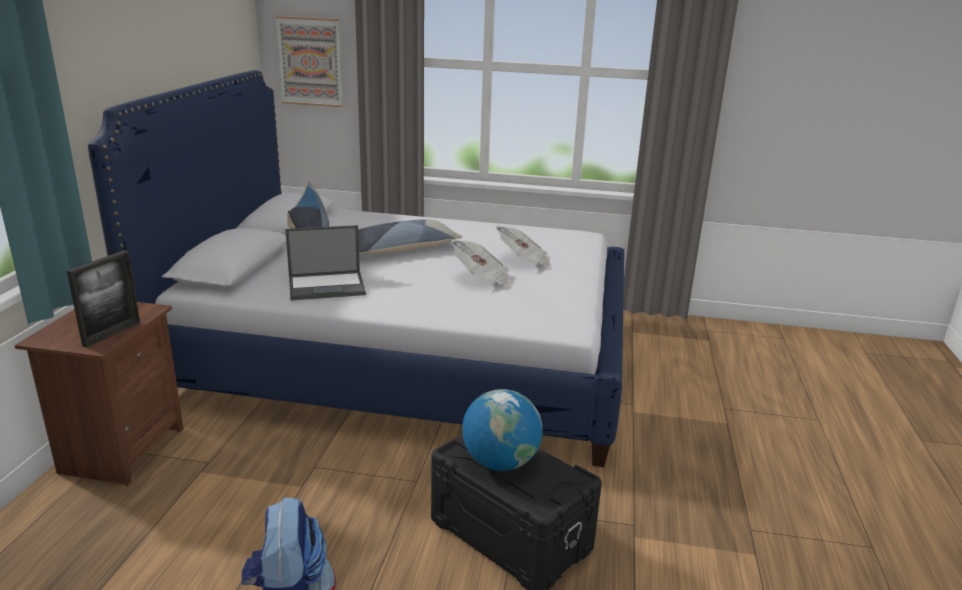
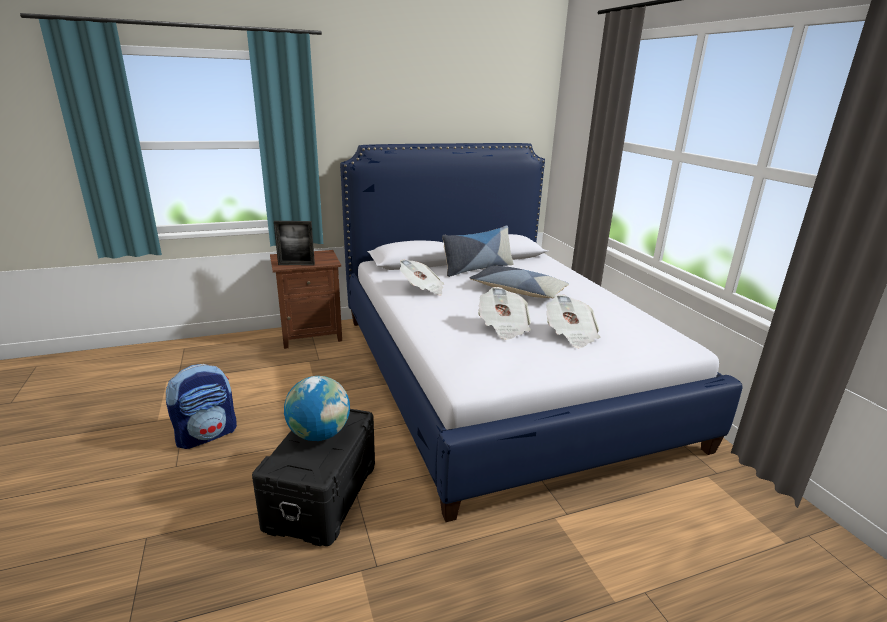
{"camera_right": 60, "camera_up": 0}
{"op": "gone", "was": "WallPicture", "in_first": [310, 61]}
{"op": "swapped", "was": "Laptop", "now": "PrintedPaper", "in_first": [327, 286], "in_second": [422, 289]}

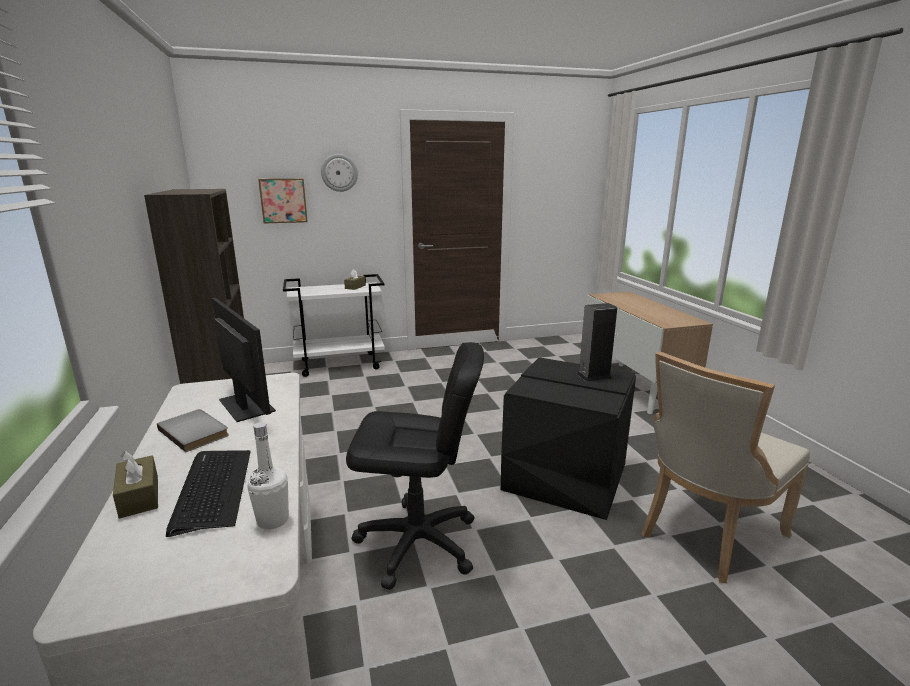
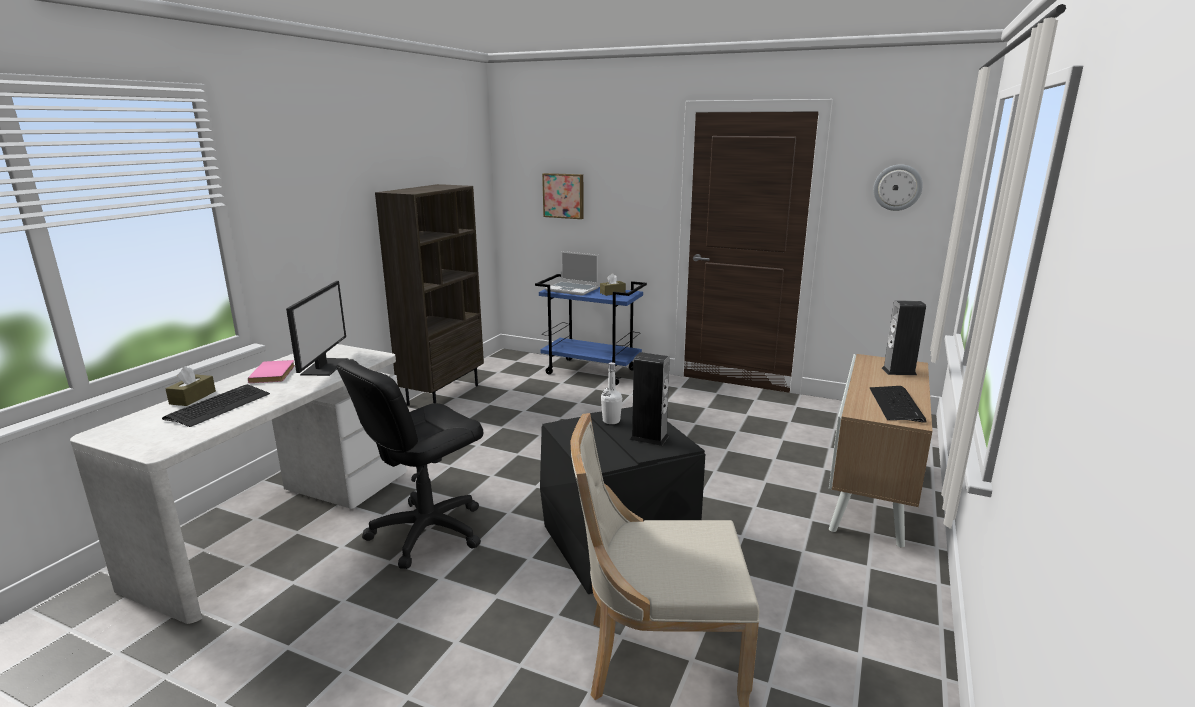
{"camera_right": 40, "camera_up": 0}
{"op": "new", "now": "Laptop", "in_second": [573, 289]}
{"op": "new", "now": "Keyboard", "in_second": [896, 405]}
{"op": "new", "now": "AudioSpeaker", "in_second": [899, 371]}
{"op": "shifted", "was": "WhiteDrinkBottle", "in_first": [273, 520], "in_second": [611, 421]}
{"op": "shifted", "was": "HangingClock", "in_first": [339, 172], "in_second": [897, 187]}
{"op": "repainted", "was": "GrayBook", "now": "PinkColouredBook", "in_first": [196, 431], "in_second": [274, 373]}
{"op": "repainted", "was": "WhiteCart", "now": "BluishCart", "in_first": [340, 364], "in_second": [592, 372]}
{"op": "rotated", "was": "BlackComputerChair", "in_first": [417, 543], "in_second": [427, 531], "clockwise": 90}

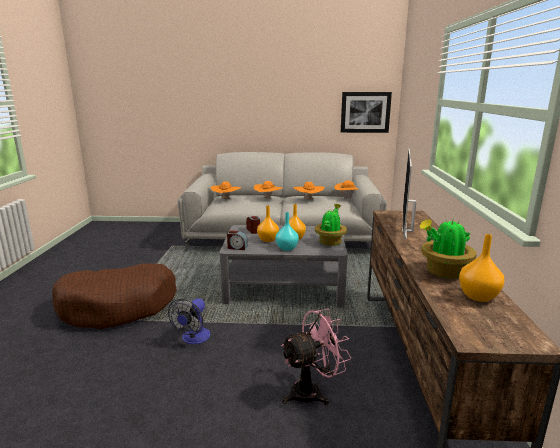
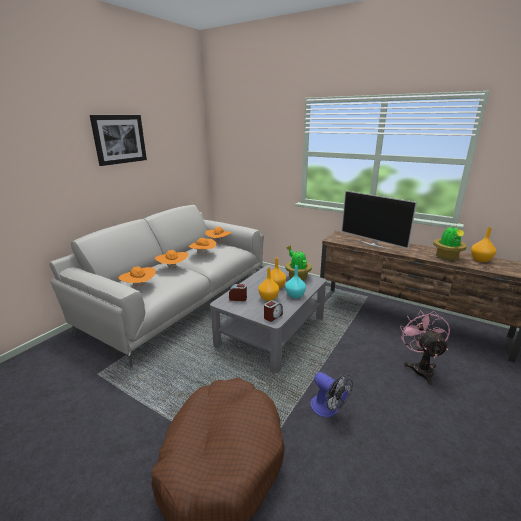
{"camera_right": -60, "camera_up": 5}
{"op": "shifted", "was": "WallPicture", "in_first": [365, 112], "in_second": [119, 139]}

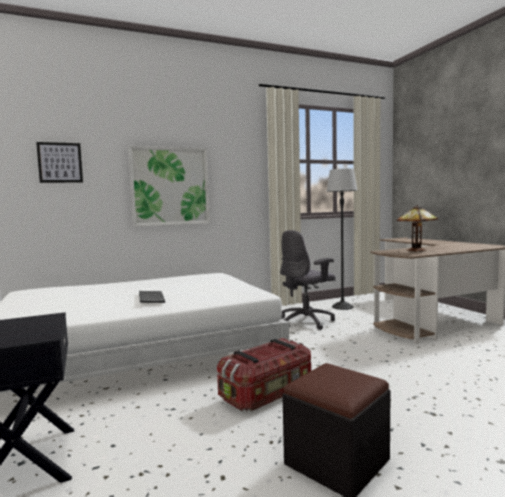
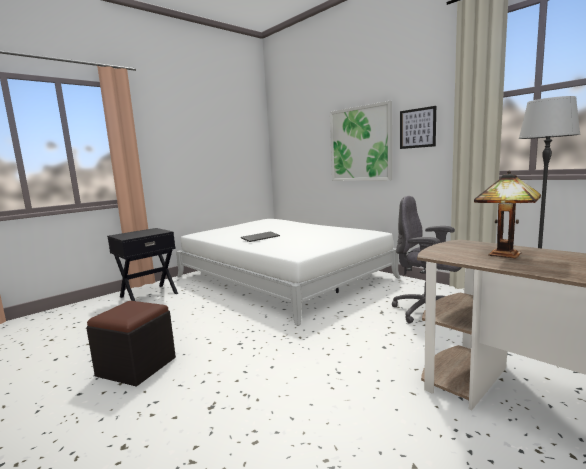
{"camera_right": 70, "camera_up": 5}
{"op": "gone", "was": "StorageContainer", "in_first": [268, 393]}
{"op": "shifted", "was": "WallPicture", "in_first": [60, 162], "in_second": [417, 128]}

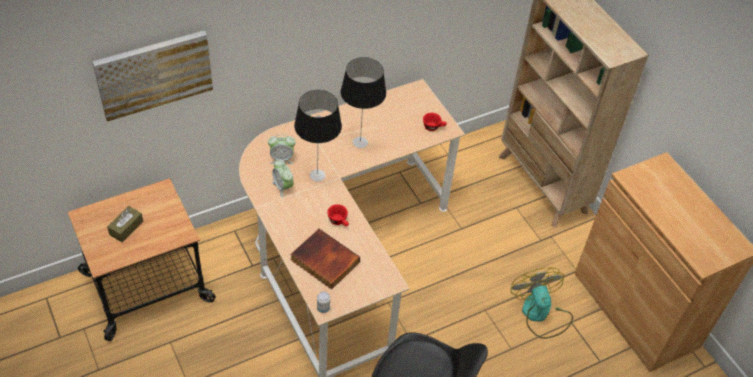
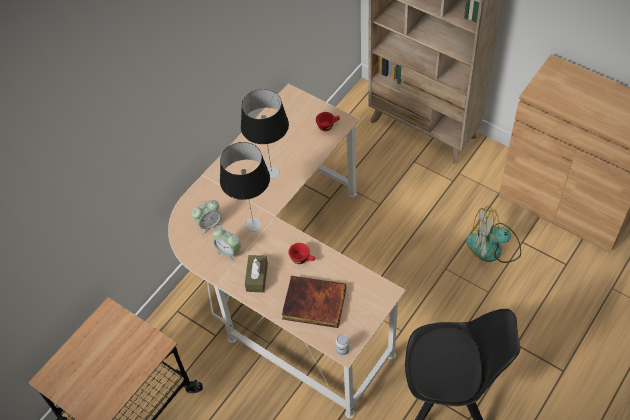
{"camera_right": -20, "camera_up": 5}
{"op": "gone", "was": "WallPicture", "in_first": [154, 73]}
{"op": "shifted", "was": "BrownBoxOfTissues", "in_first": [126, 228], "in_second": [257, 277]}
{"op": "rotated", "was": "ElectricFan", "in_first": [540, 314], "in_second": [493, 248], "clockwise": -45}

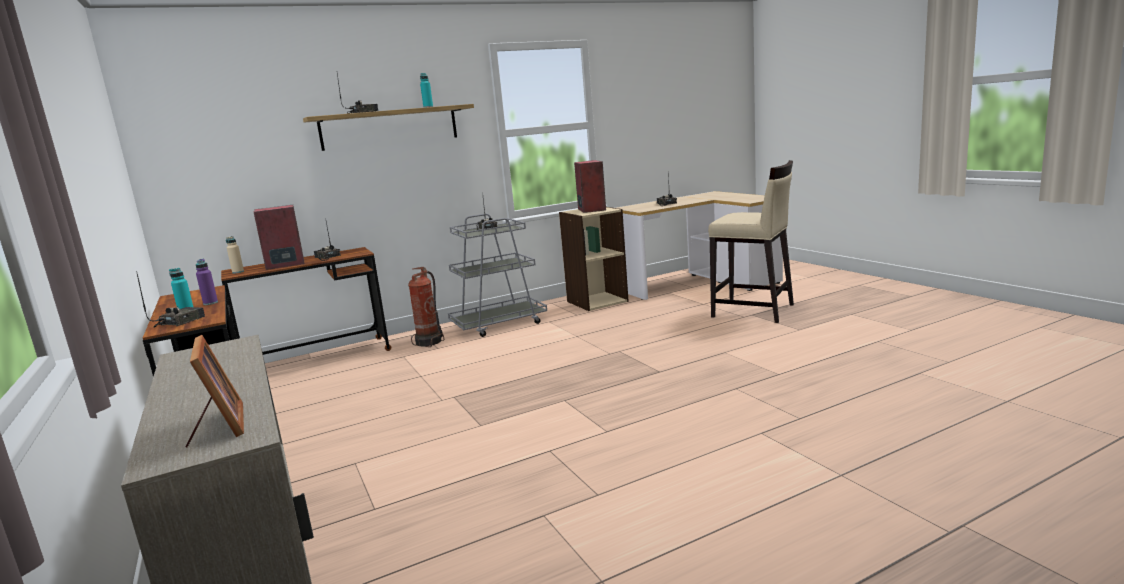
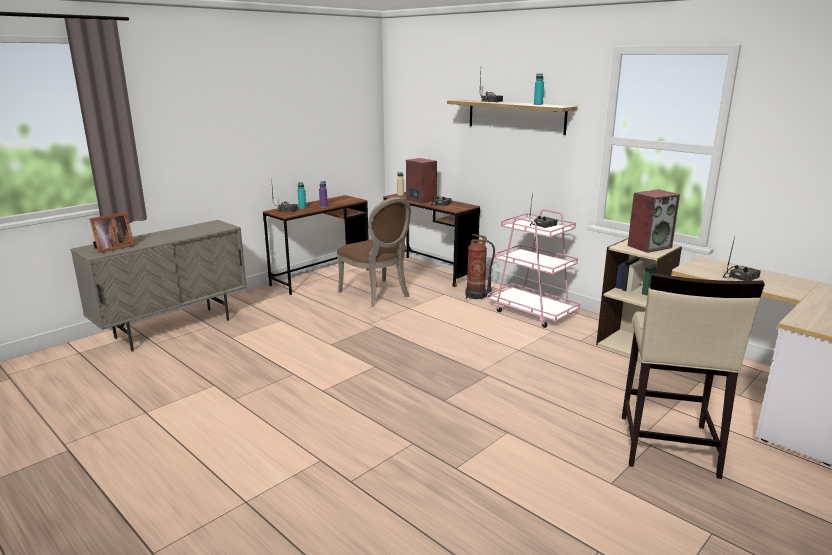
{"camera_right": 70, "camera_up": 5}
{"op": "new", "now": "BrownChair", "in_second": [377, 294]}
{"op": "repainted", "was": "GrayCart", "now": "PinkColouredCart", "in_first": [499, 324], "in_second": [532, 312]}

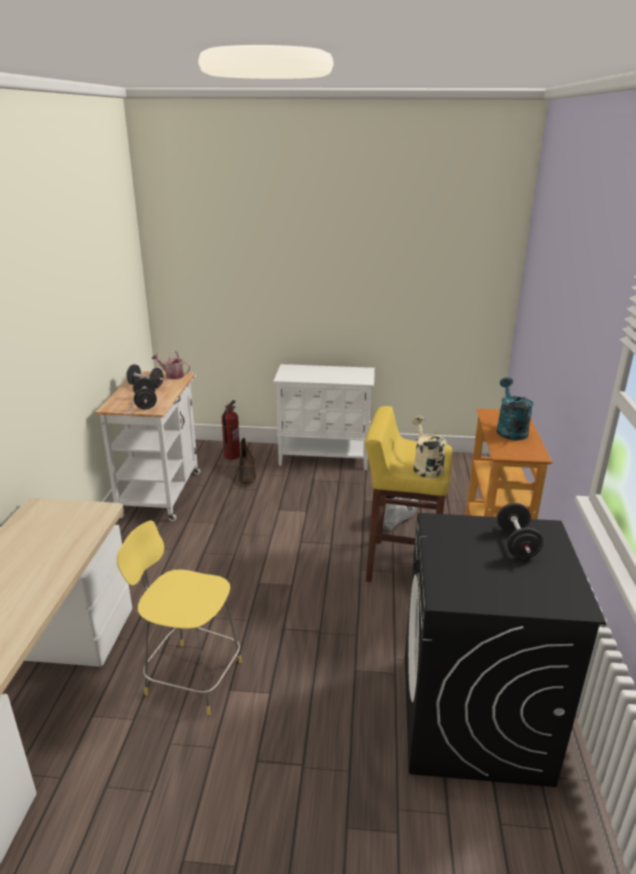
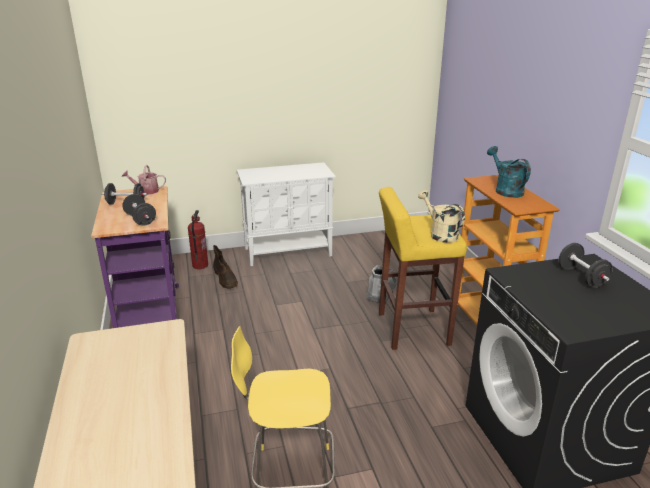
{"camera_right": -20, "camera_up": 0}
{"op": "repainted", "was": "WhiteCart", "now": "PurpleColouredCart", "in_first": [162, 490], "in_second": [149, 310]}

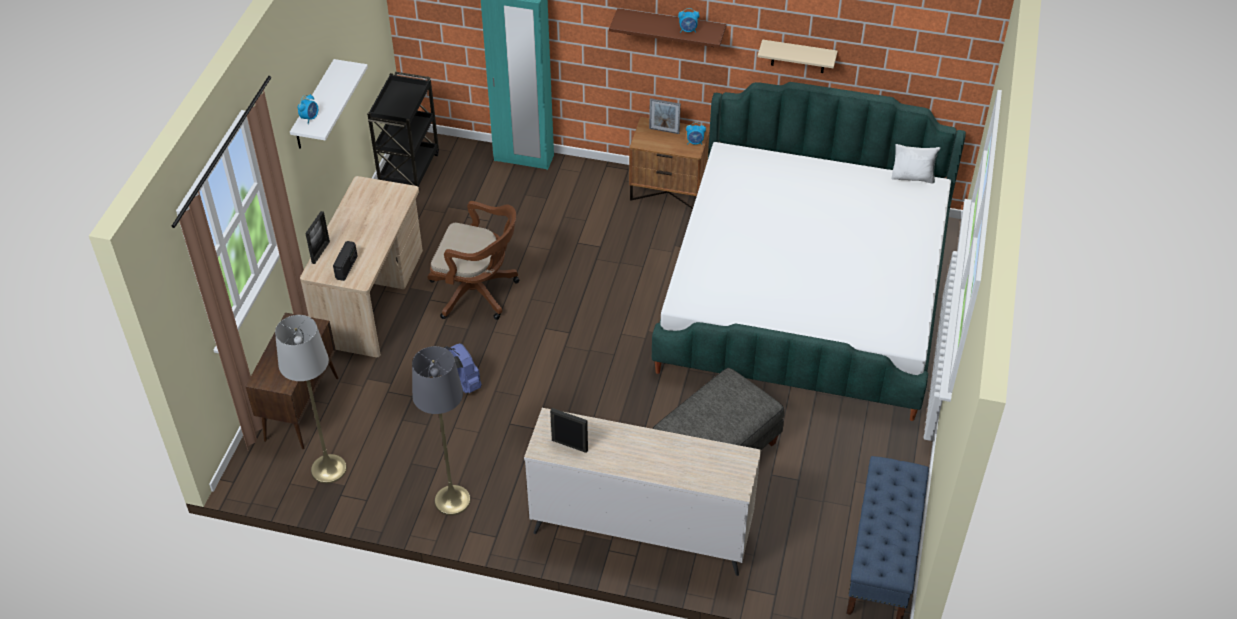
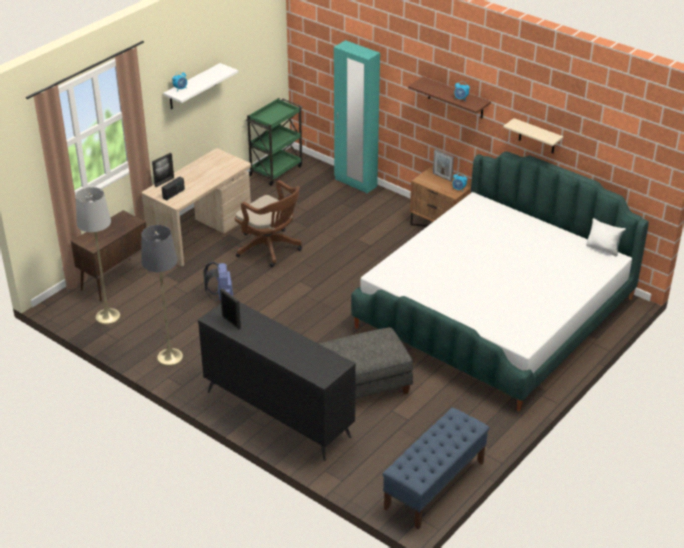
{"camera_right": 25, "camera_up": -10}
{"op": "repainted", "was": "BlackCart", "now": "GreenColouredCart", "in_first": [409, 170], "in_second": [276, 170]}
{"op": "repainted", "was": "BeigeColouredDrawerChest", "now": "BlackDrawerChest", "in_first": [640, 530], "in_second": [277, 413]}

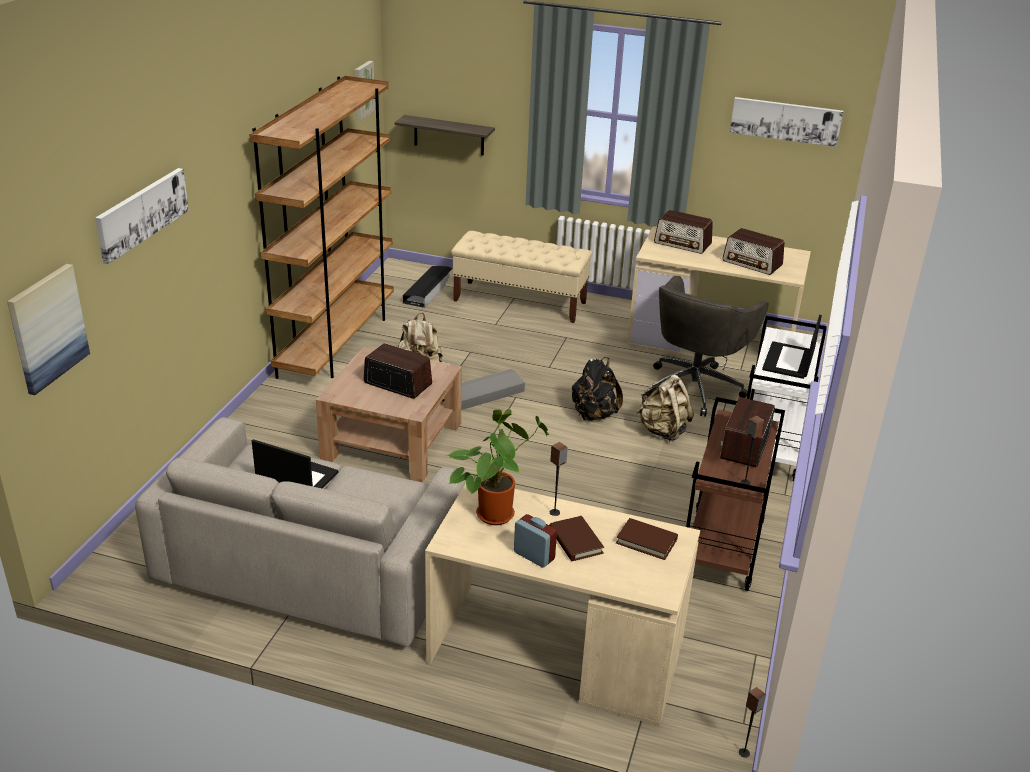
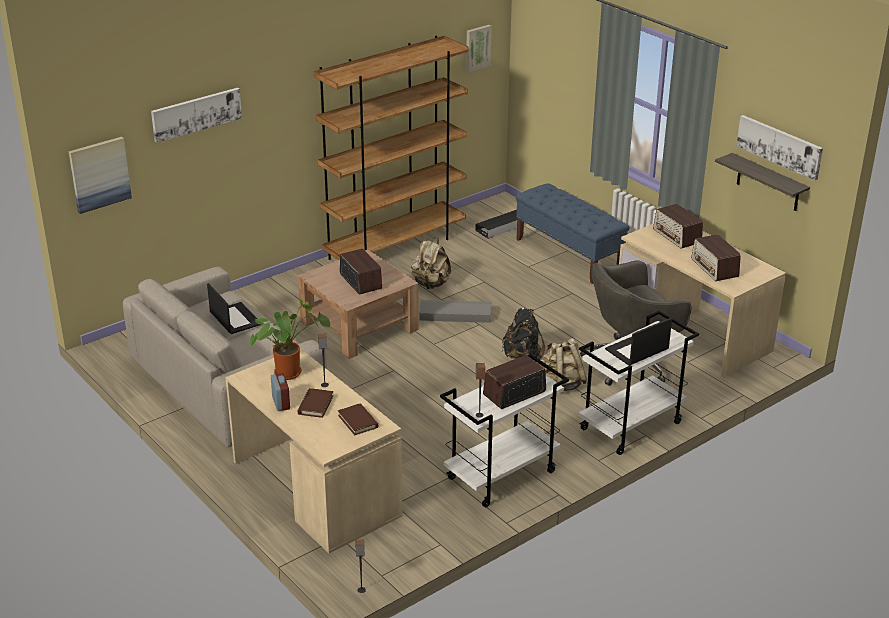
{"camera_right": 35, "camera_up": 0}
{"op": "shifted", "was": "Shelf", "in_first": [449, 135], "in_second": [768, 183]}
{"op": "repainted", "was": "BeigeColouredBench", "now": "BluishBench", "in_first": [520, 301], "in_second": [569, 255]}
{"op": "repainted", "was": "BrownCart", "now": "WhiteCart", "in_first": [722, 549], "in_second": [501, 476]}

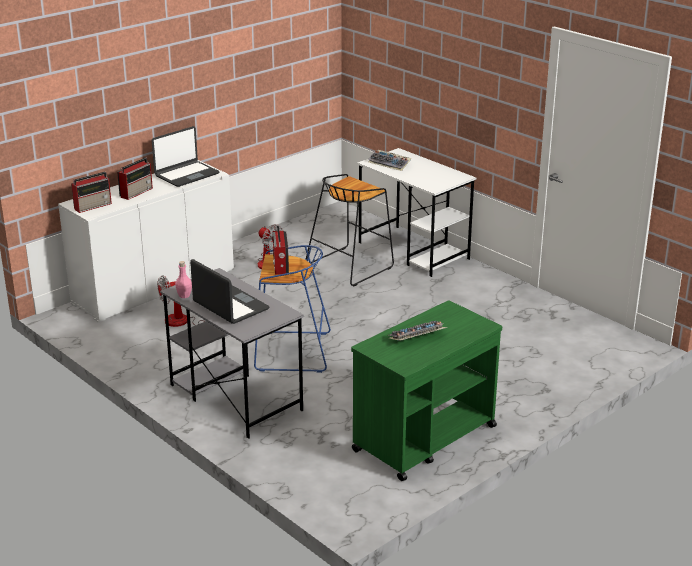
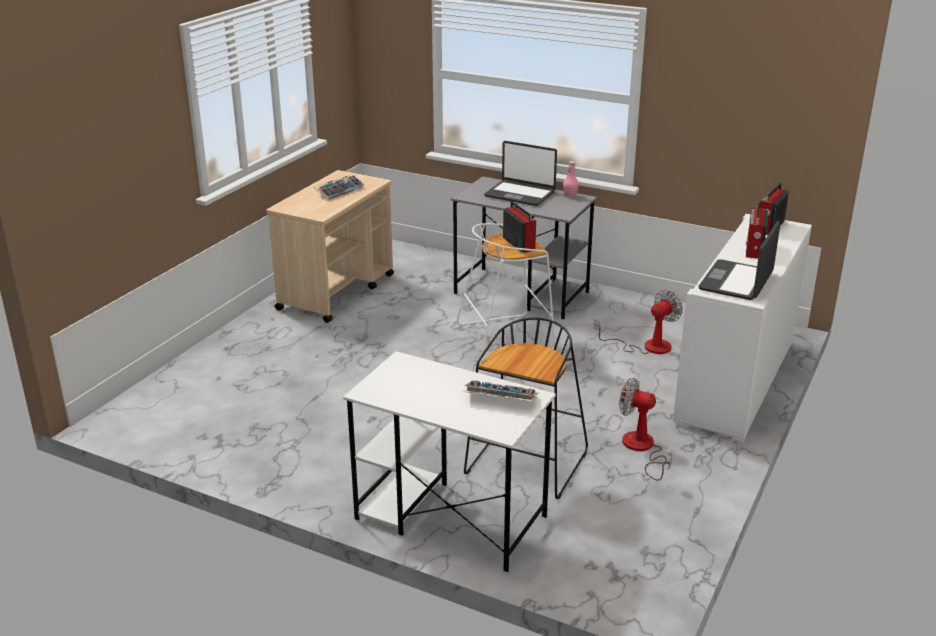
{"camera_right": 160, "camera_up": 0}
{"op": "repainted", "was": "BluishStool", "now": "WhiteStool", "in_first": [291, 352], "in_second": [506, 338]}
{"op": "repainted", "was": "GreenColouredCart", "now": "BeigeColouredCart", "in_first": [423, 438], "in_second": [337, 291]}

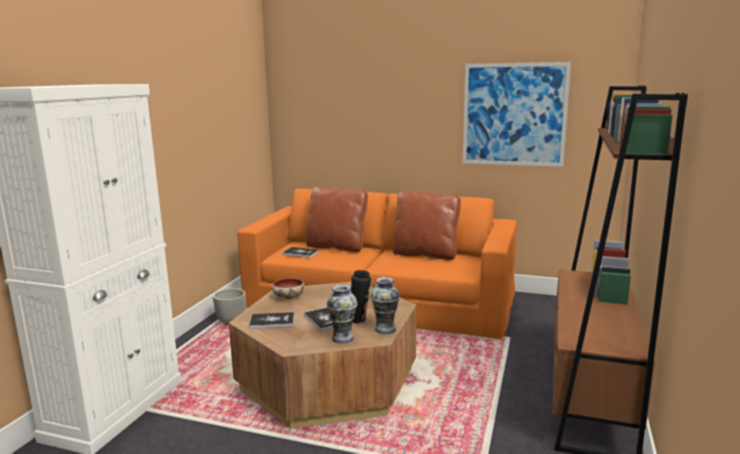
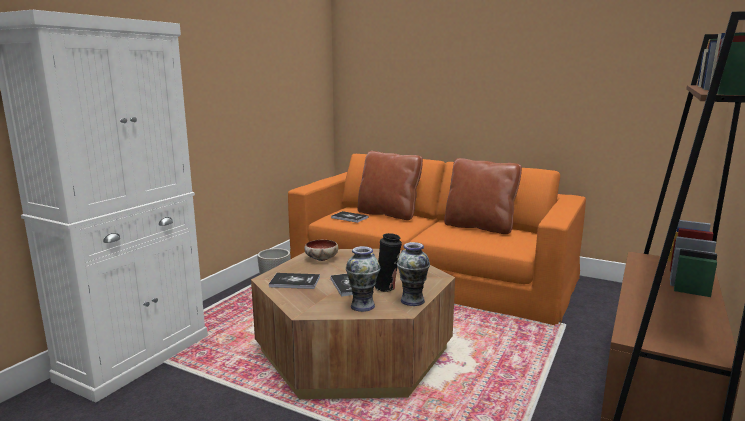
{"camera_right": 10, "camera_up": 0}
{"op": "gone", "was": "WallPicture", "in_first": [514, 114]}

